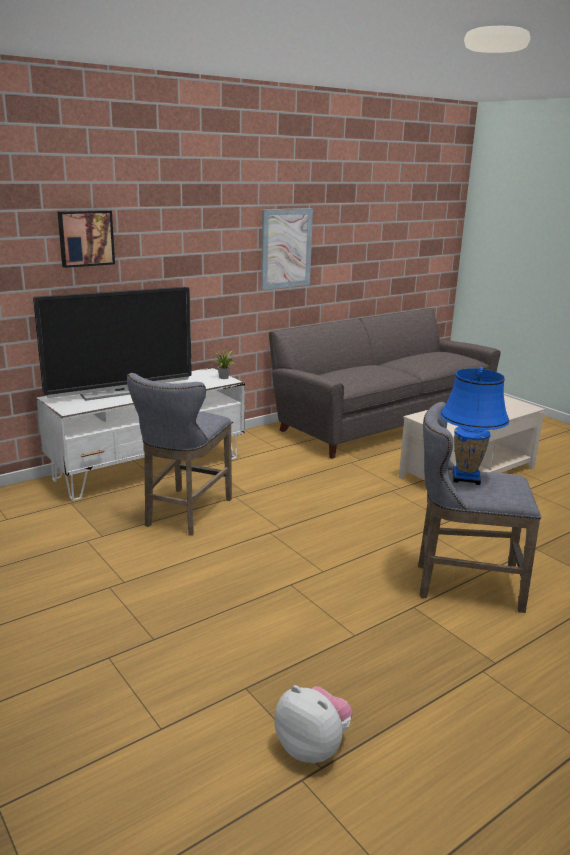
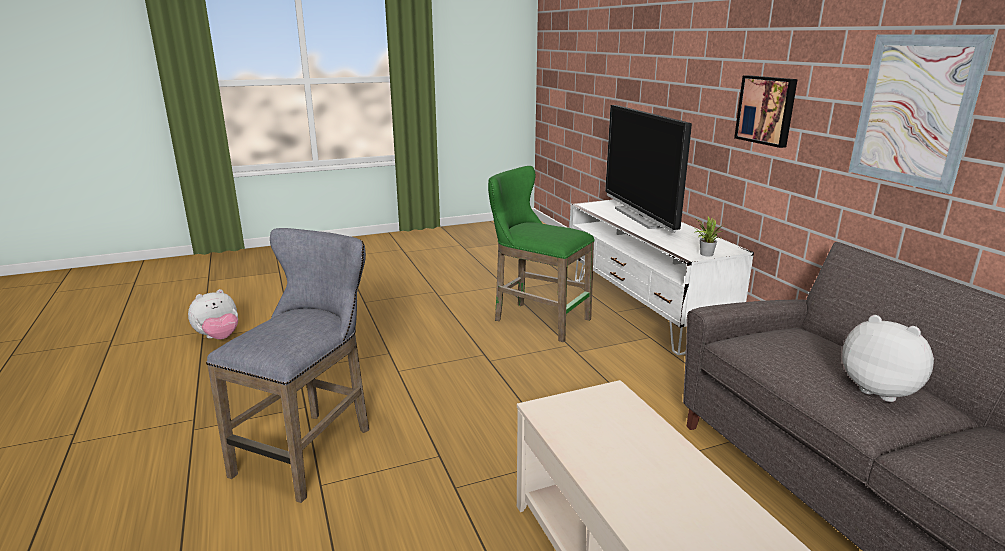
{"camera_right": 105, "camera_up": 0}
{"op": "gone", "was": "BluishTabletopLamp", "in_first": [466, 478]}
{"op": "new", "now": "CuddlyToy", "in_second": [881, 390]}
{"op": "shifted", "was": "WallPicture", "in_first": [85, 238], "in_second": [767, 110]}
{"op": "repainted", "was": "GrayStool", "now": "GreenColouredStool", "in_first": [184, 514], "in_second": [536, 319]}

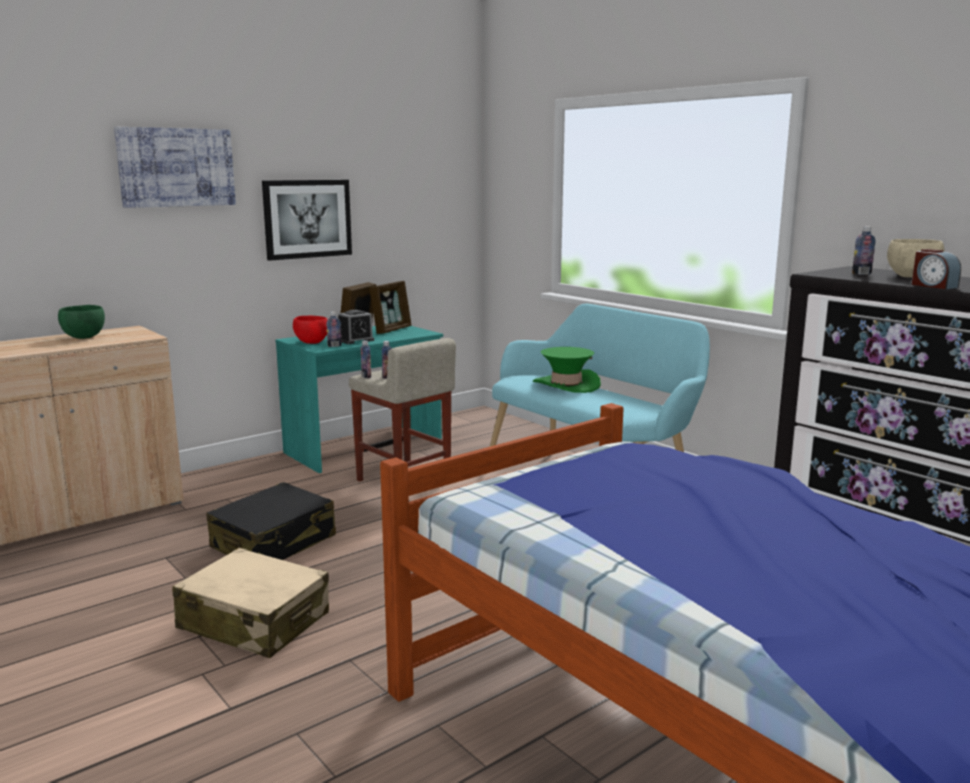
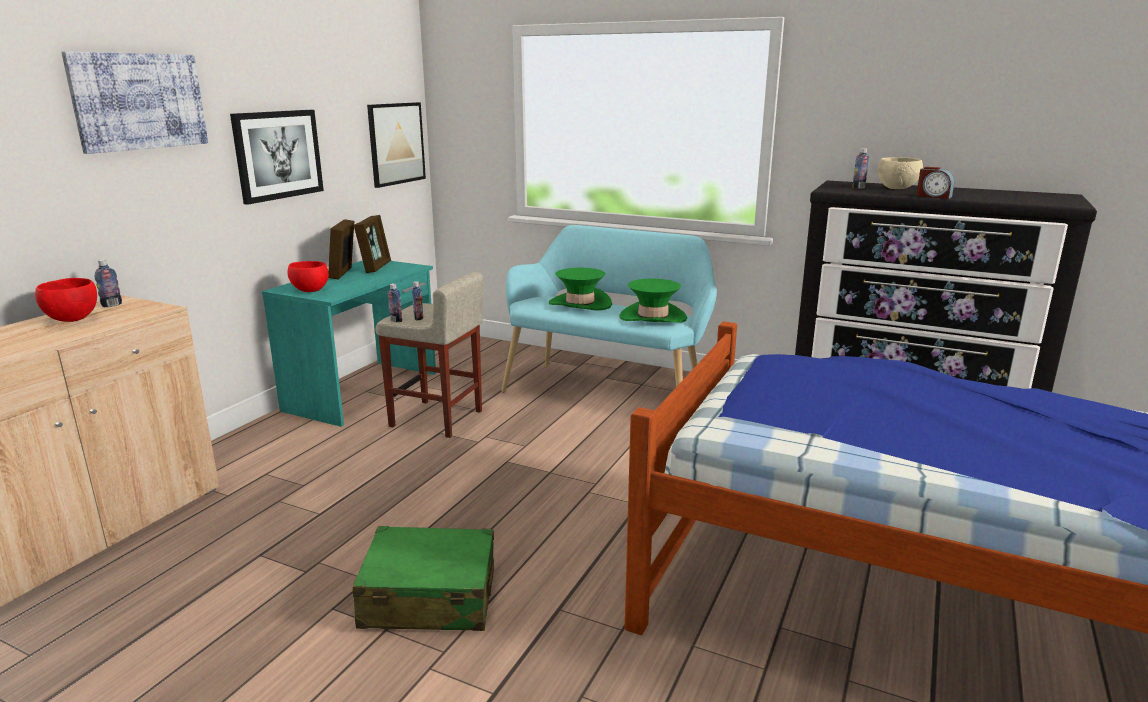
{"camera_right": -25, "camera_up": 5}
{"op": "gone", "was": "BlackPieceOfLuggage", "in_first": [274, 542]}
{"op": "gone", "was": "TableClock", "in_first": [356, 340]}
{"op": "new", "now": "WallPicture", "in_second": [396, 143]}
{"op": "new", "now": "GreenColouredHat", "in_second": [653, 317]}
{"op": "shifted", "was": "DrinkBottle", "in_first": [334, 346], "in_second": [112, 305]}
{"op": "repainted", "was": "GreenColouredDeepDish", "now": "RedColouredDeepDish", "in_first": [83, 337], "in_second": [71, 319]}
{"op": "repainted", "was": "BeigeColouredPieceOfLuggage", "now": "GreenColouredPieceOfLuggage", "in_first": [254, 621], "in_second": [429, 598]}

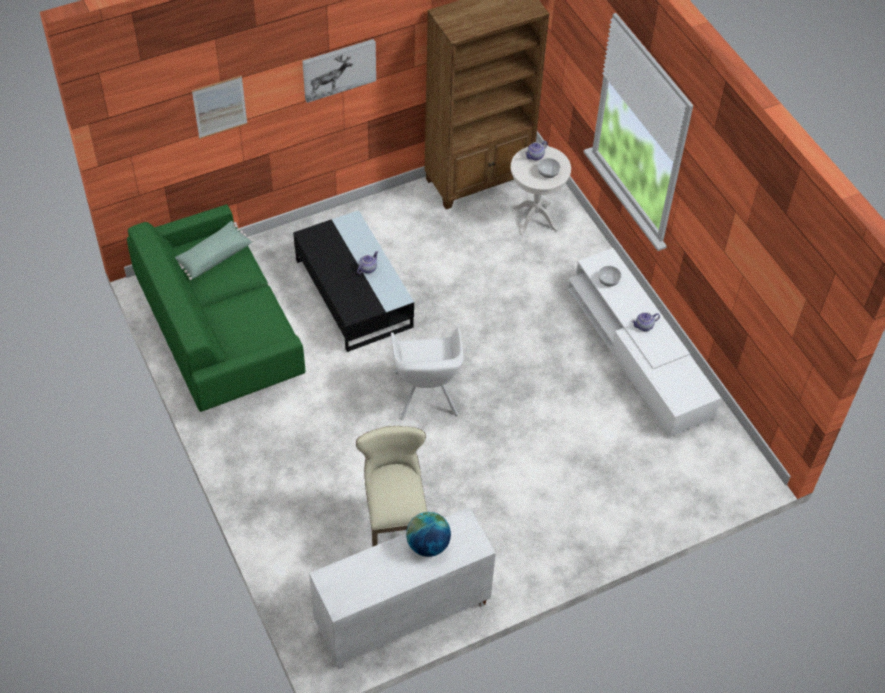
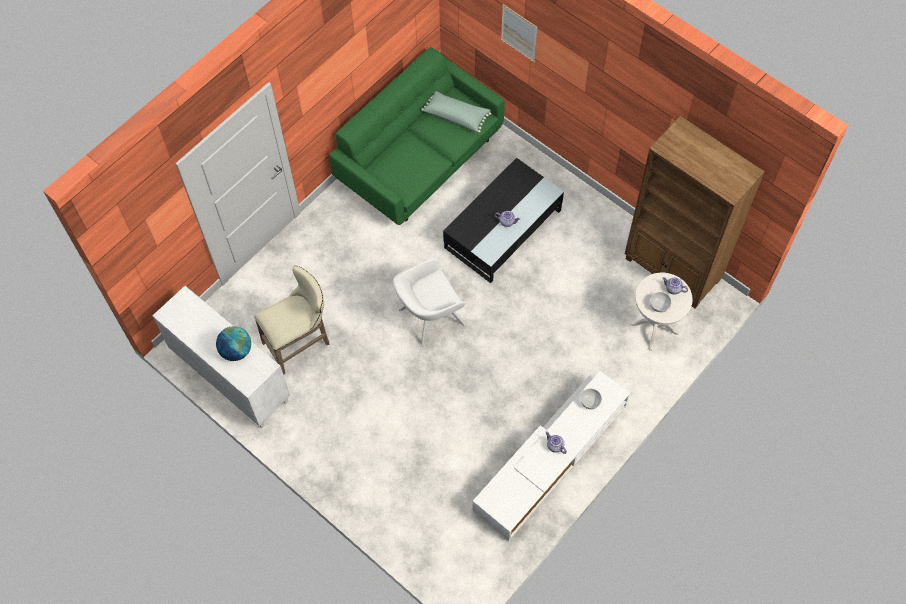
{"camera_right": 70, "camera_up": 10}
{"op": "gone", "was": "WallPicture", "in_first": [339, 69]}

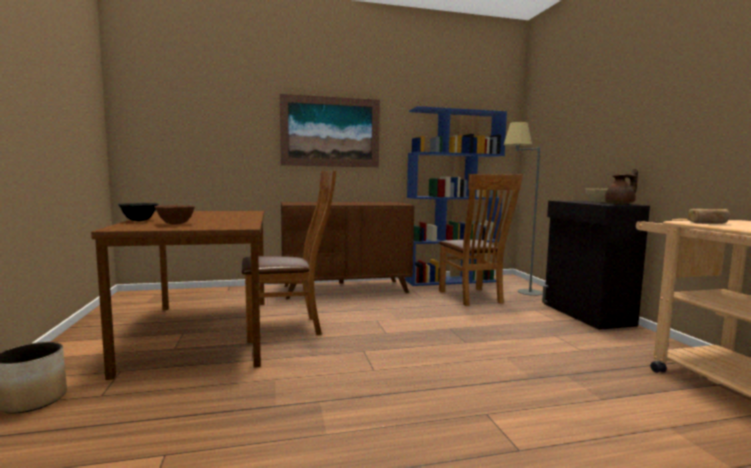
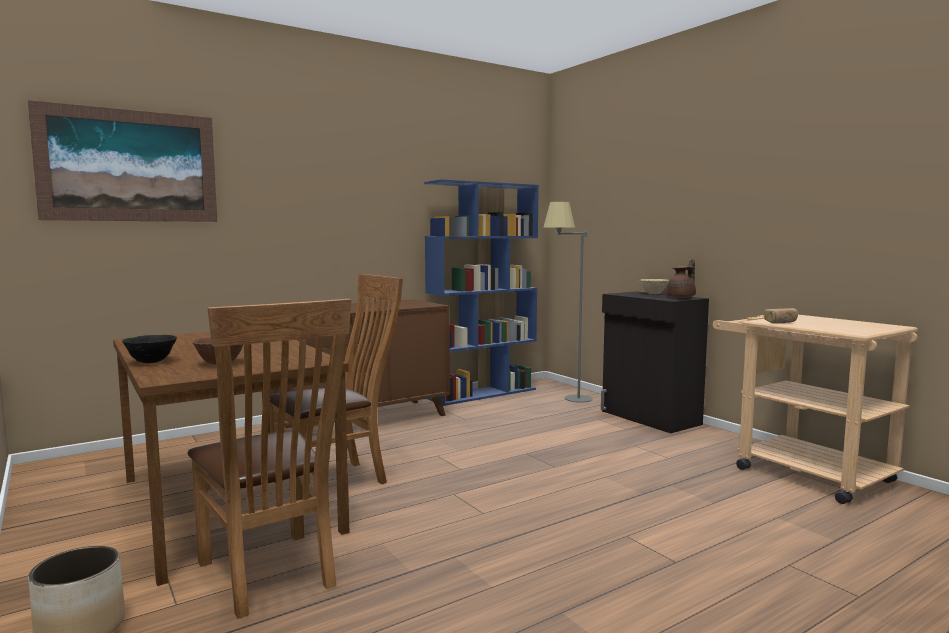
{"camera_right": -20, "camera_up": 0}
{"op": "shifted", "was": "WallPicture", "in_first": [330, 132], "in_second": [129, 166]}
{"op": "shifted", "was": "BrownChair", "in_first": [473, 298], "in_second": [271, 576]}

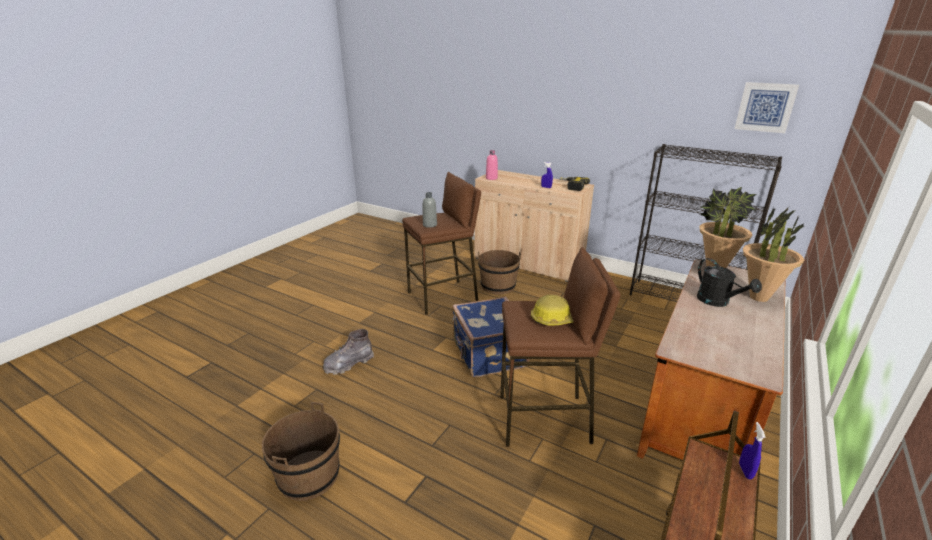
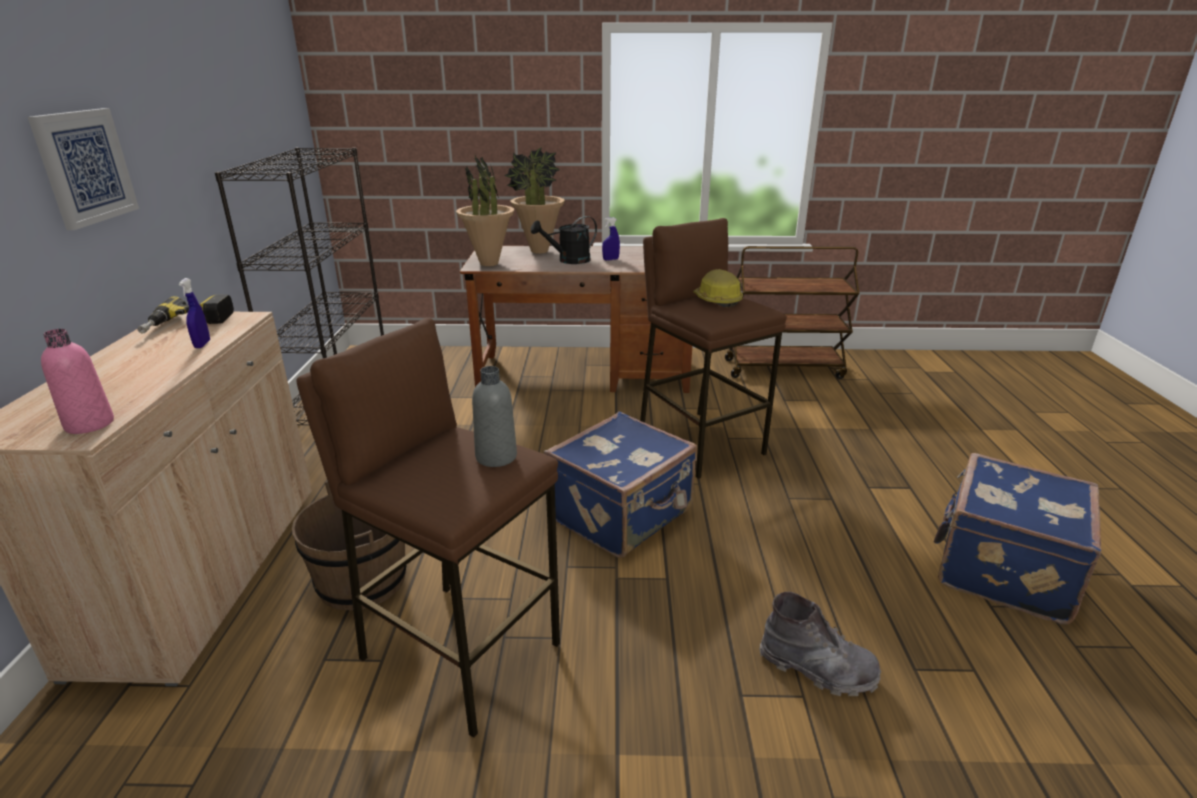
{"camera_right": -120, "camera_up": 0}
{"op": "shifted", "was": "WallPicture", "in_first": [765, 107], "in_second": [84, 167]}
{"op": "shifted", "was": "BluishSprayer", "in_first": [745, 471], "in_second": [610, 259]}
{"op": "swapped", "was": "BrownWaterBucket", "now": "BluishPieceOfLuggage", "in_first": [309, 475], "in_second": [1001, 568]}
{"op": "rotated", "was": "BlackWateringCan", "in_first": [718, 302], "in_second": [568, 260], "clockwise": -150}

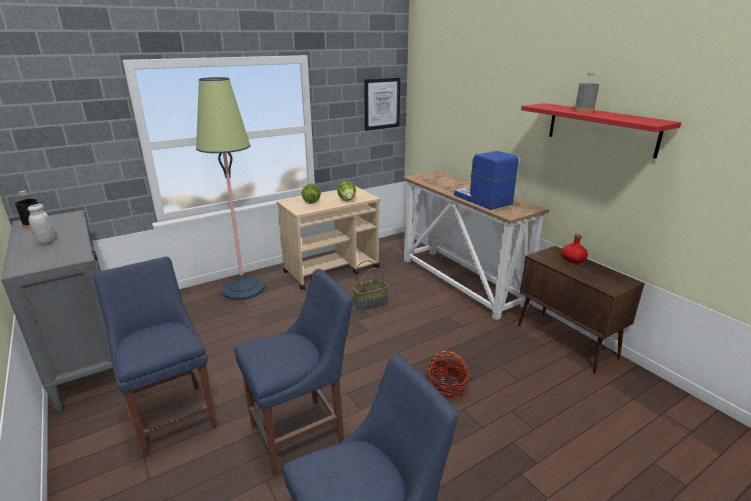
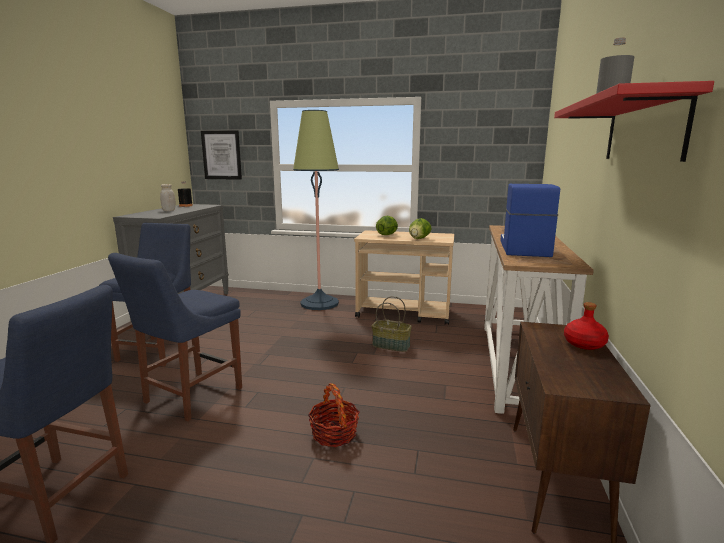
{"camera_right": 45, "camera_up": -10}
{"op": "shifted", "was": "WallPicture", "in_first": [382, 103], "in_second": [221, 155]}
{"op": "rotated", "was": "BluishChair", "in_first": [302, 432], "in_second": [189, 397], "clockwise": 105}

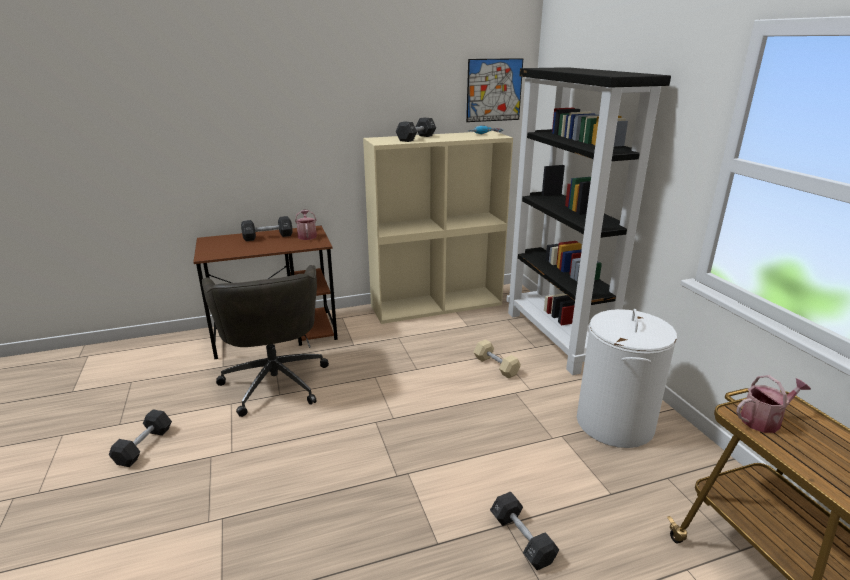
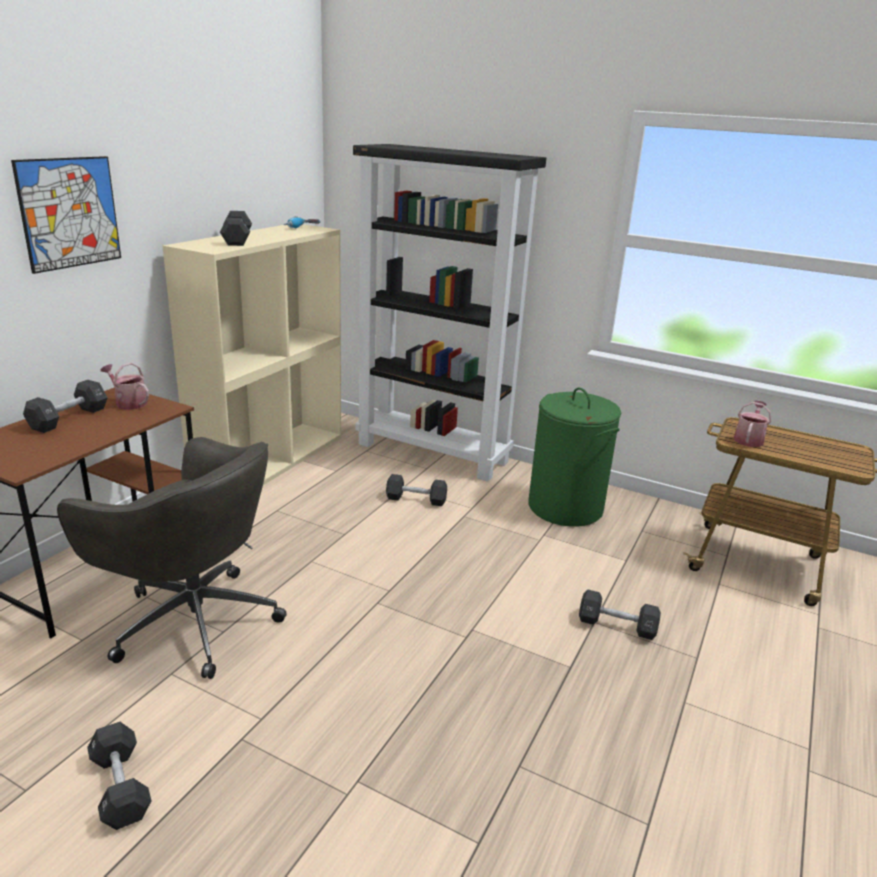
{"camera_right": -45, "camera_up": 0}
{"op": "shifted", "was": "WallPicture", "in_first": [494, 90], "in_second": [70, 213]}
{"op": "repainted", "was": "BeigeColouredFreeWeight", "now": "BlackFreeWeight", "in_first": [496, 366], "in_second": [416, 499]}
{"op": "repainted", "was": "WhiteWashingBasket", "now": "GreenColouredWashingBasket", "in_first": [615, 423], "in_second": [565, 507]}

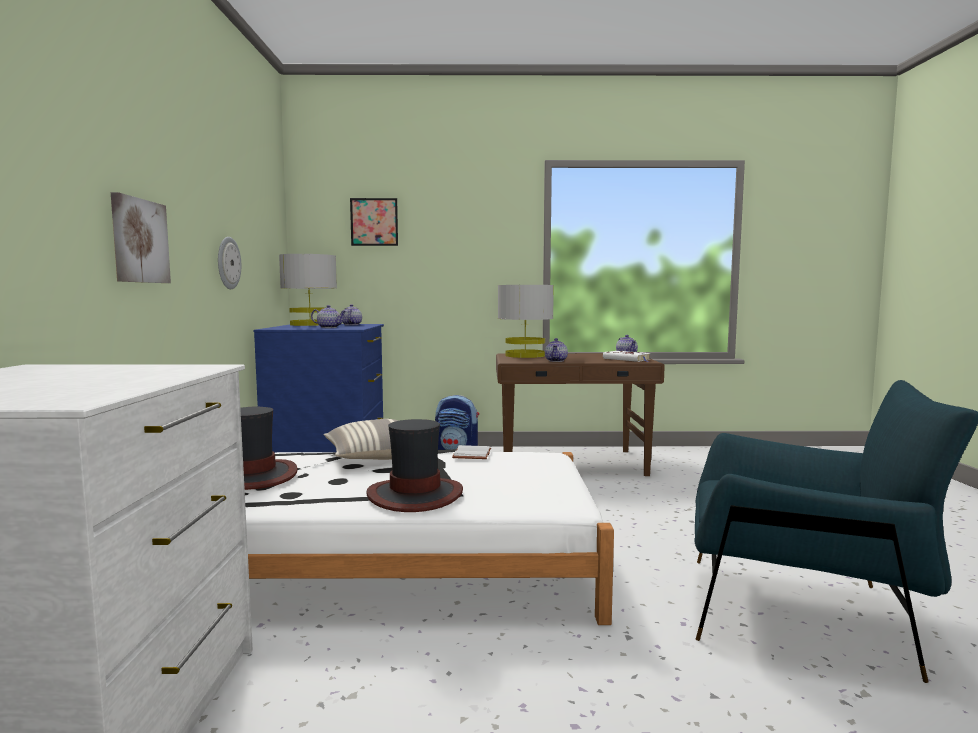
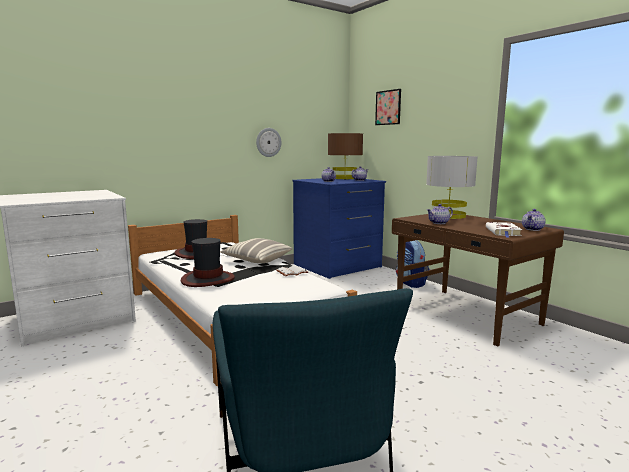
{"camera_right": 55, "camera_up": 5}
{"op": "gone", "was": "WallPicture", "in_first": [139, 241]}
{"op": "repainted", "was": "GrayTabletopLamp", "now": "BrownTabletopLamp", "in_first": [310, 324], "in_second": [344, 178]}

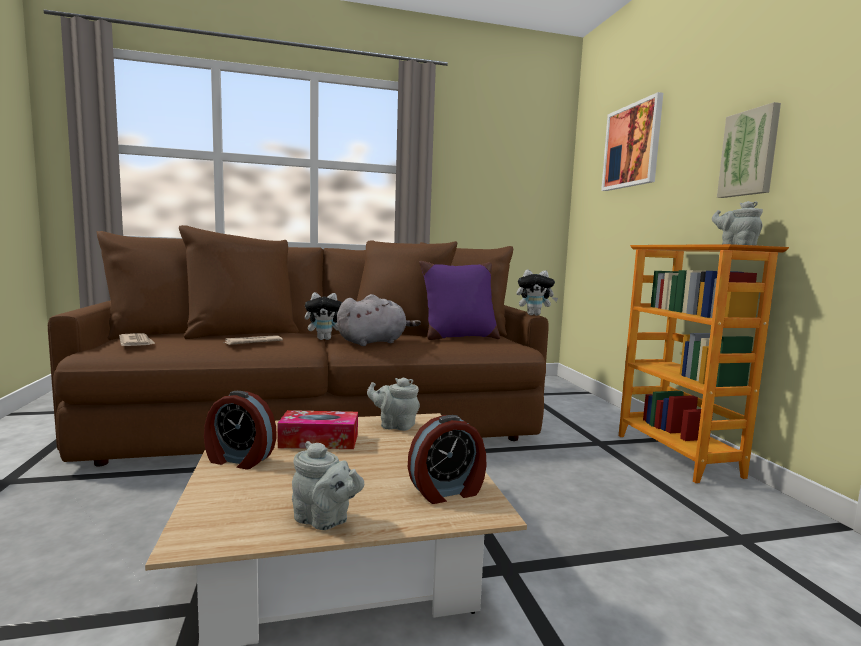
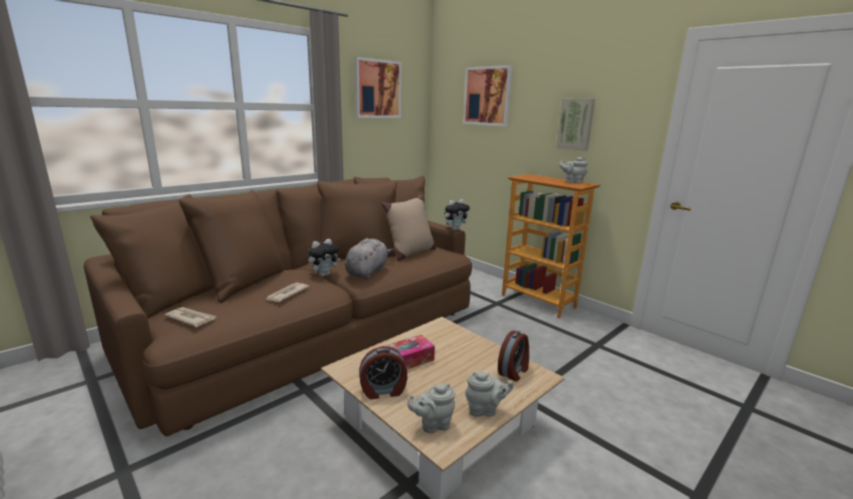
{"camera_right": -30, "camera_up": 10}
{"op": "new", "now": "WallPicture", "in_second": [377, 89]}
{"op": "shifted", "was": "GrayTeapot", "in_first": [395, 425], "in_second": [433, 424]}
{"op": "repainted", "was": "PurpleColouredCushion", "now": "BeigeColouredCushion", "in_first": [458, 337], "in_second": [410, 253]}

